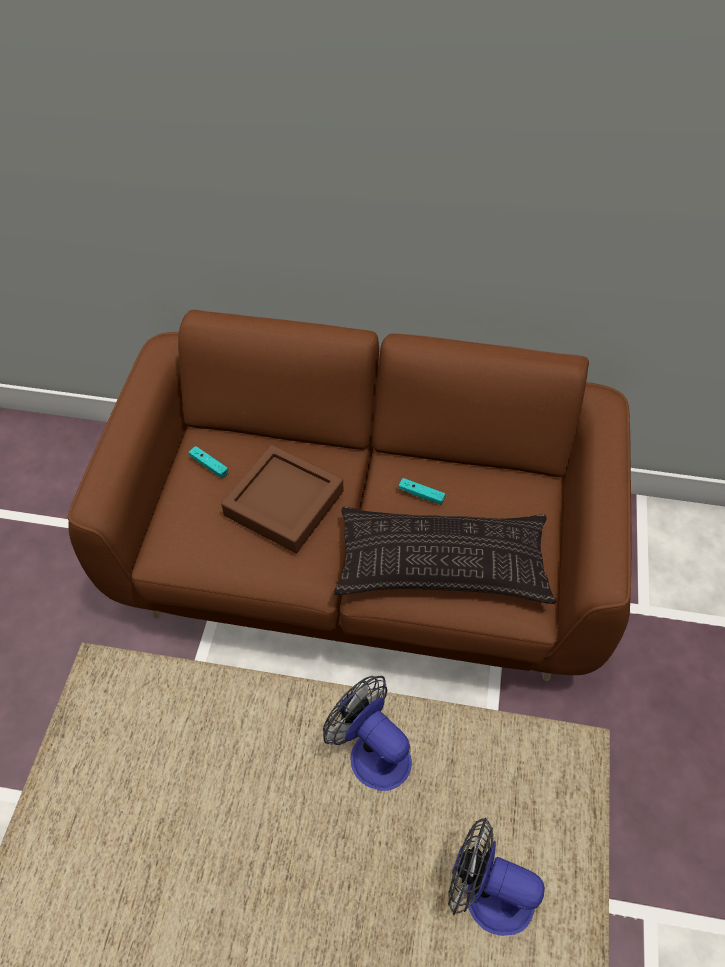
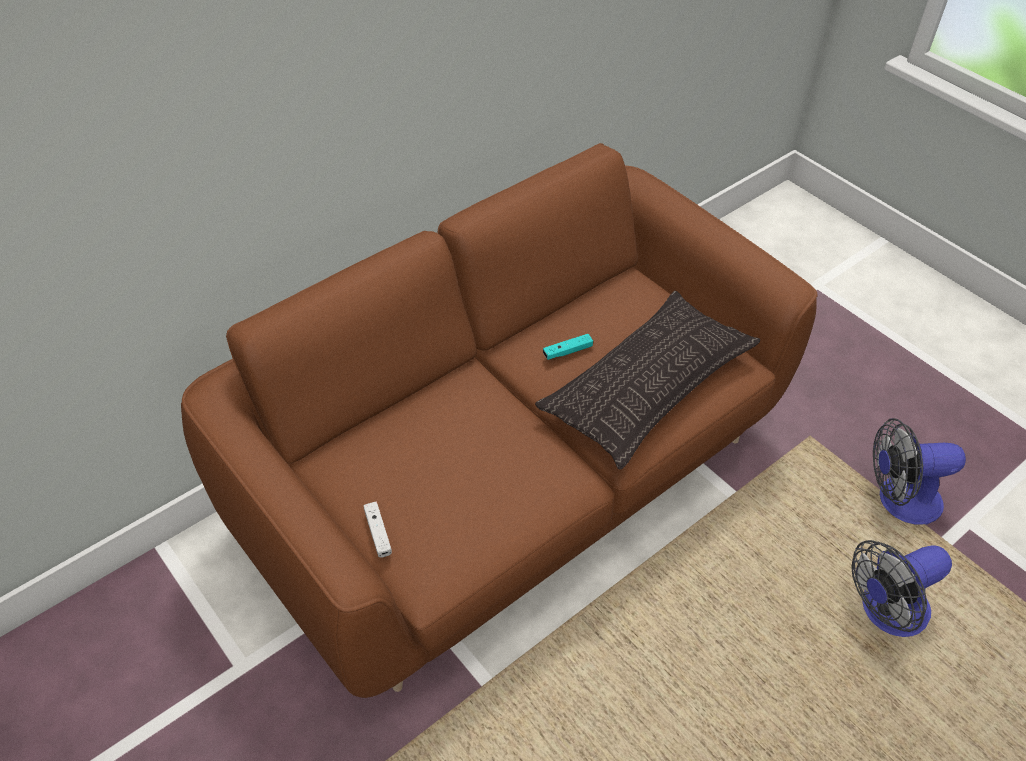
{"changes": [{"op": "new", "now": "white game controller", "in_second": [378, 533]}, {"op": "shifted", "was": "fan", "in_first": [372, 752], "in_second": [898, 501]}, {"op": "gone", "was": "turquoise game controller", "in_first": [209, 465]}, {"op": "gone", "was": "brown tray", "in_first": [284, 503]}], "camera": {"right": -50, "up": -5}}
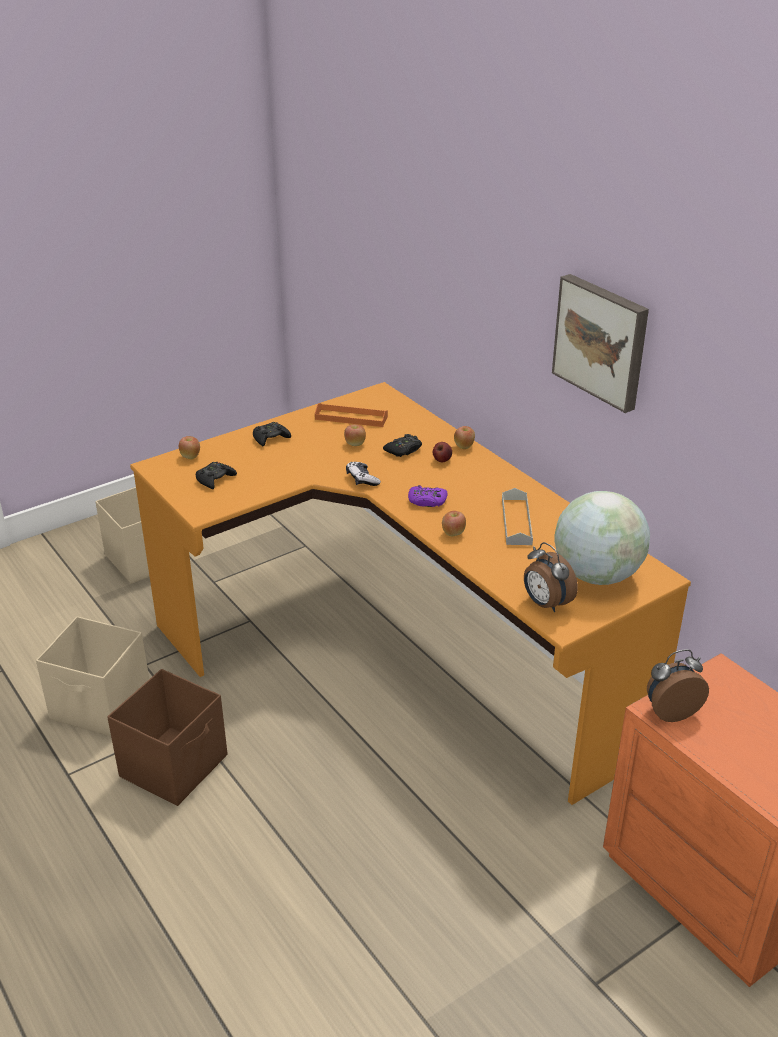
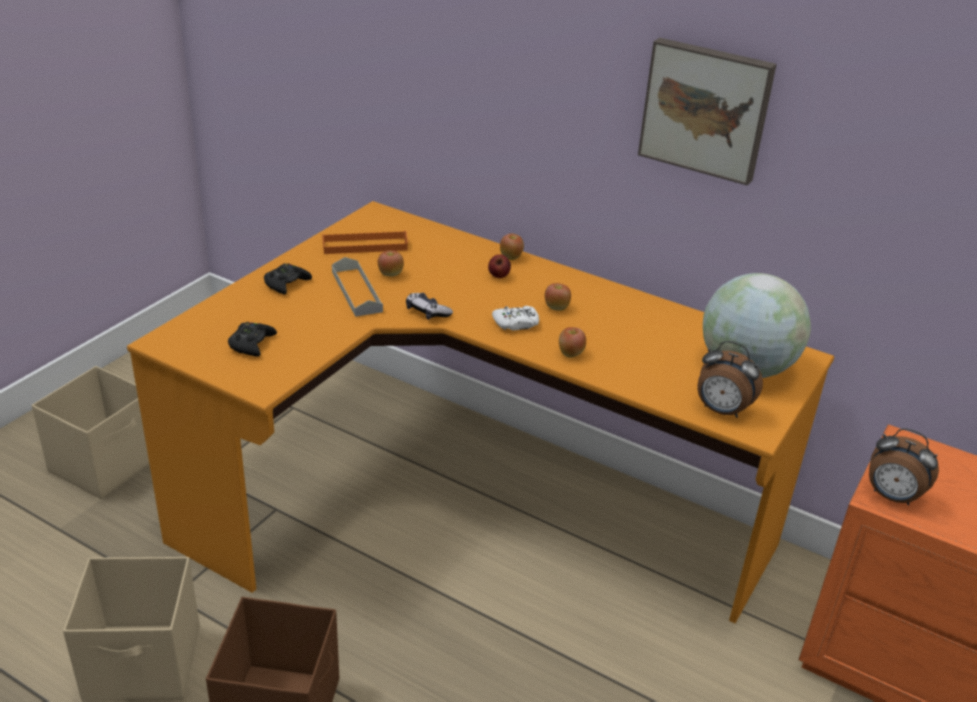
{"changes": [{"op": "shifted", "was": "grey tray", "in_first": [516, 521], "in_second": [356, 291]}, {"op": "repainted", "was": "purple game controller", "now": "white game controller", "in_first": [427, 501], "in_second": [516, 323]}, {"op": "shifted", "was": "apple", "in_first": [190, 457], "in_second": [556, 308]}, {"op": "rotated", "was": "alarm clock", "in_first": [670, 711], "in_second": [891, 497], "clockwise": -105}, {"op": "gone", "was": "black game controller", "in_first": [403, 450]}], "camera": {"right": -25, "up": 0}}
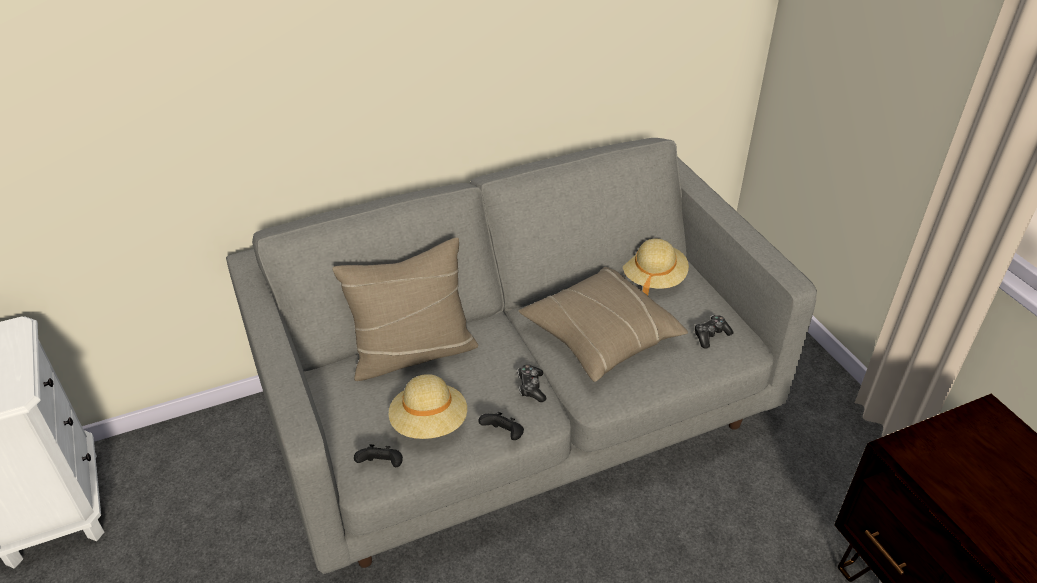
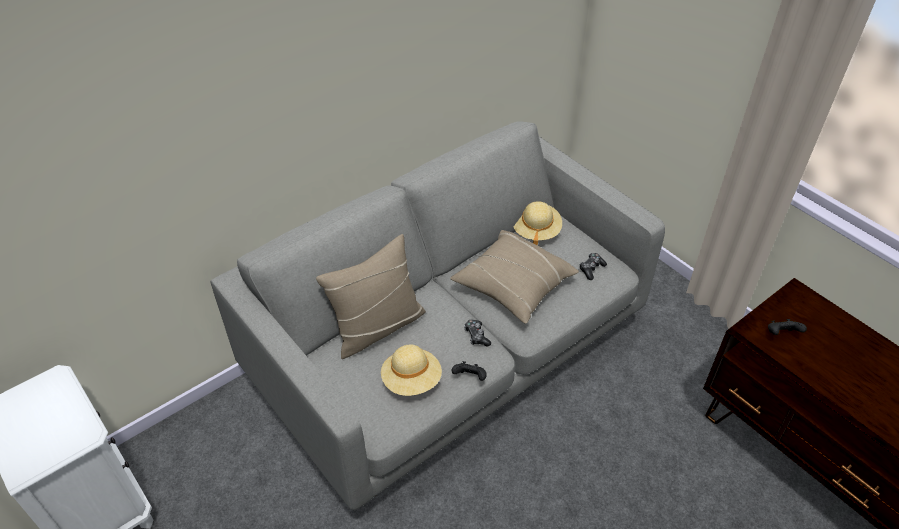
{"changes": [{"op": "shifted", "was": "black game controller", "in_first": [382, 466], "in_second": [781, 334]}], "camera": {"right": -15, "up": 5}}
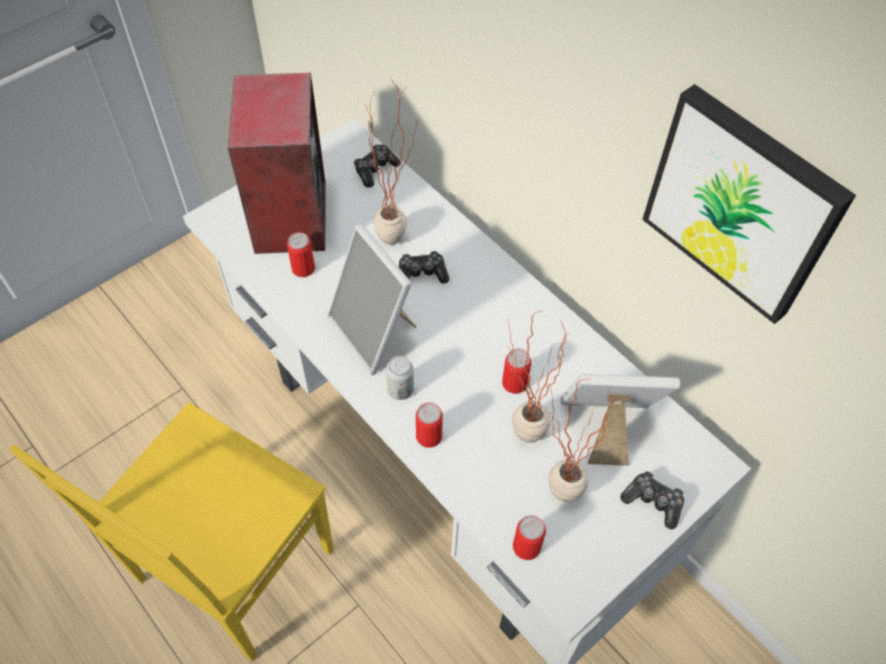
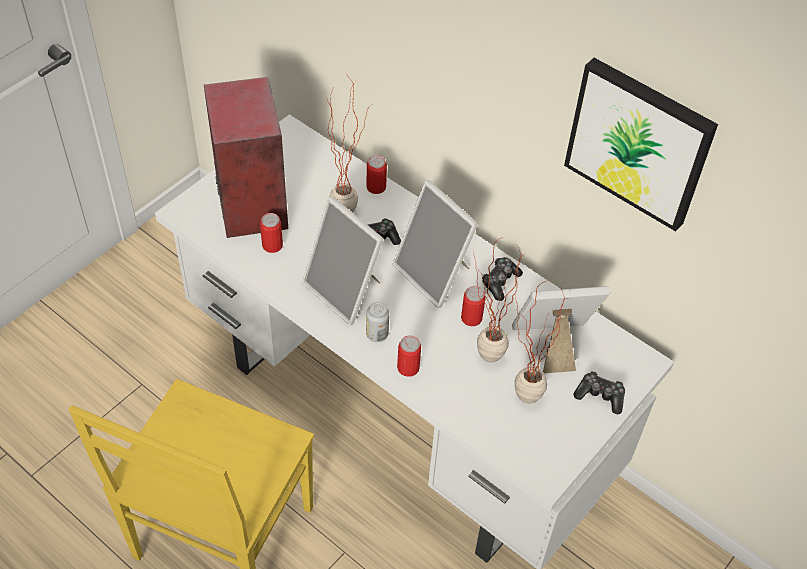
{"changes": [{"op": "shifted", "was": "can", "in_first": [526, 547], "in_second": [376, 187]}, {"op": "new", "now": "picture frame", "in_second": [435, 275]}, {"op": "shifted", "was": "game controller", "in_first": [375, 170], "in_second": [500, 282]}], "camera": {"right": -10, "up": -5}}
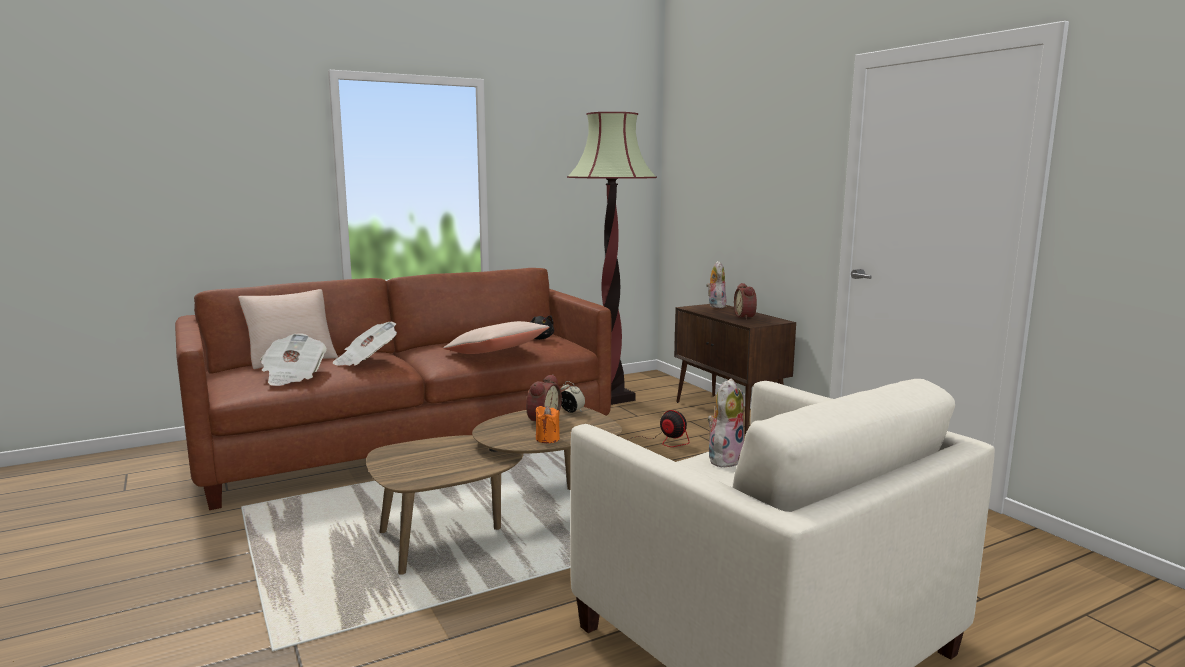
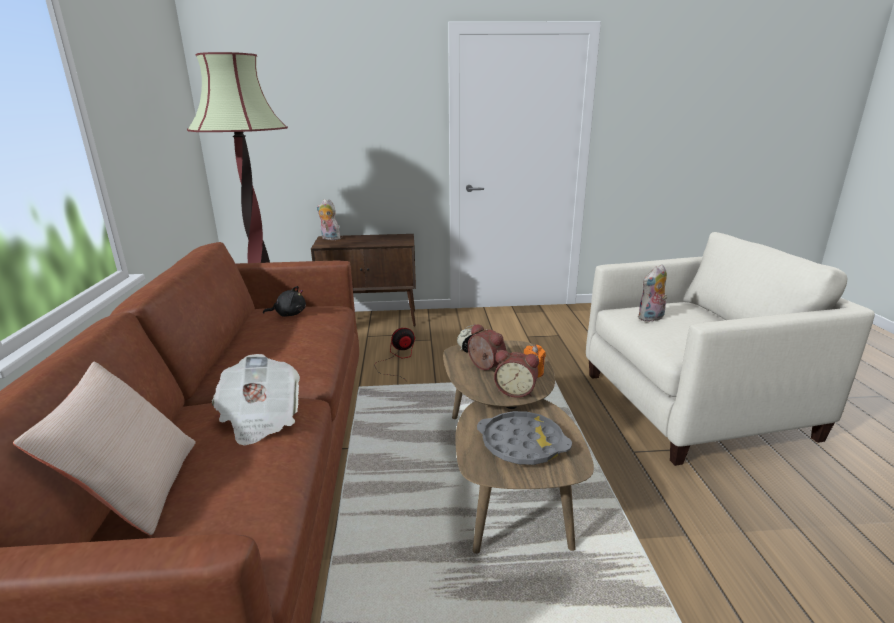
{"changes": [{"op": "new", "now": "grey tray", "in_second": [522, 444]}, {"op": "shifted", "was": "alarm clock", "in_first": [746, 317], "in_second": [516, 391]}, {"op": "rotated", "was": "plush toy", "in_first": [724, 459], "in_second": [651, 318], "clockwise": -90}, {"op": "gone", "was": "newspaper", "in_first": [293, 376]}, {"op": "gone", "was": "beige pillow", "in_first": [496, 353]}], "camera": {"right": -65, "up": 10}}
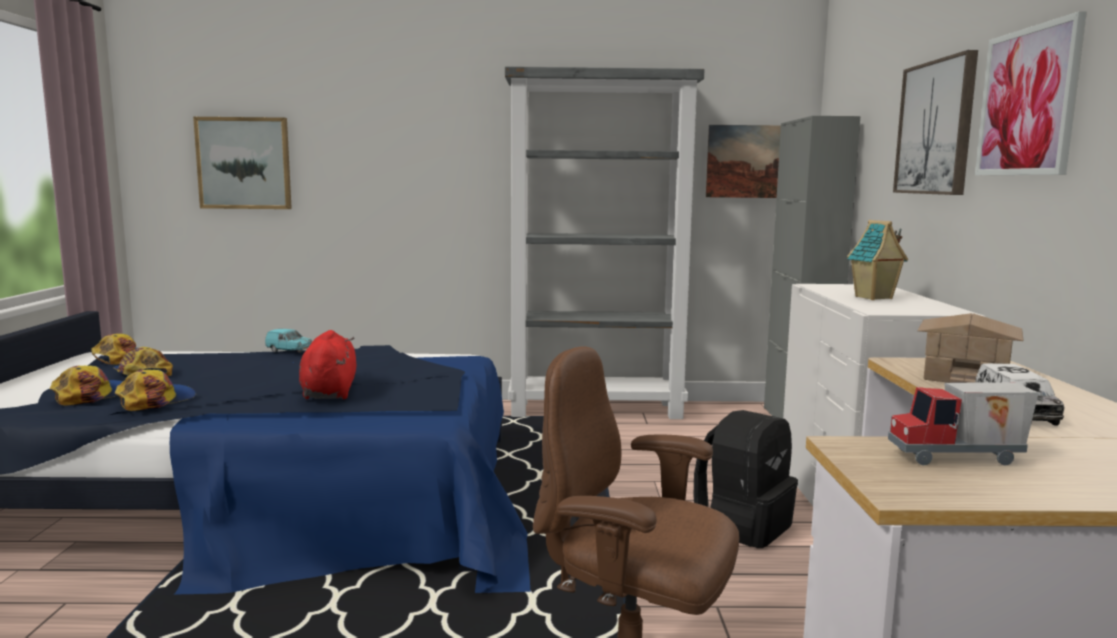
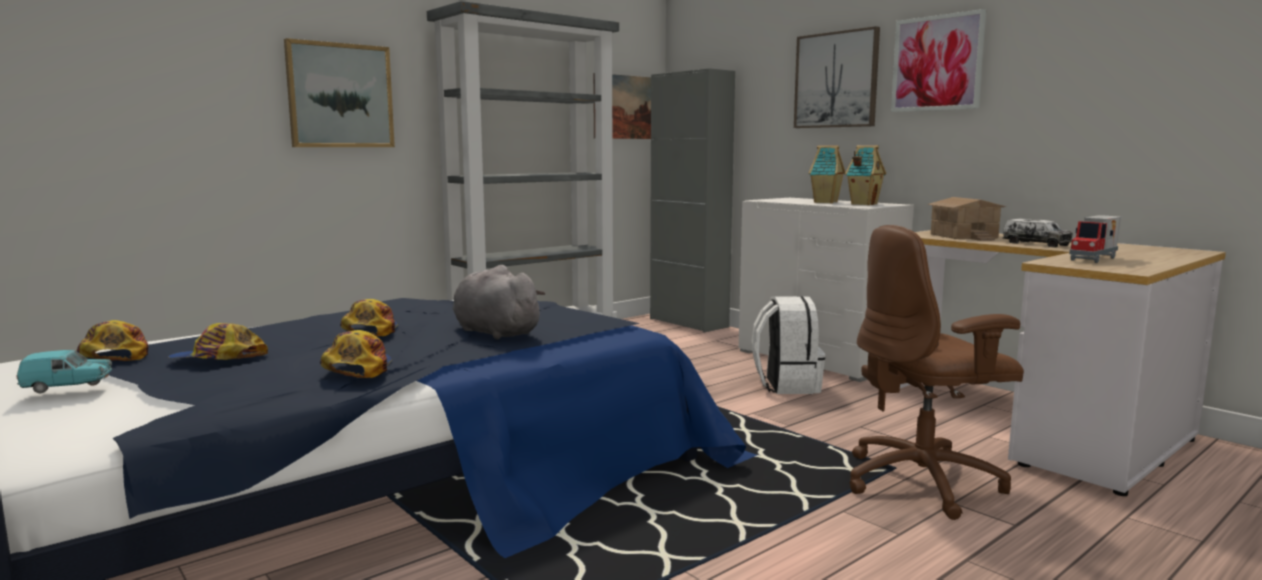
{"changes": [{"op": "shifted", "was": "turquoise toy car", "in_first": [289, 351], "in_second": [68, 387]}, {"op": "shifted", "was": "picture", "in_first": [244, 163], "in_second": [340, 96]}, {"op": "shifted", "was": "cap", "in_first": [92, 395], "in_second": [370, 330]}, {"op": "repainted", "was": "red plush toy", "now": "grey plush toy", "in_first": [329, 392], "in_second": [494, 333]}, {"op": "repainted", "was": "black backpack", "now": "white backpack", "in_first": [743, 526], "in_second": [786, 385]}, {"op": "new", "now": "toy house", "in_second": [863, 204]}], "camera": {"right": -40, "up": 0}}
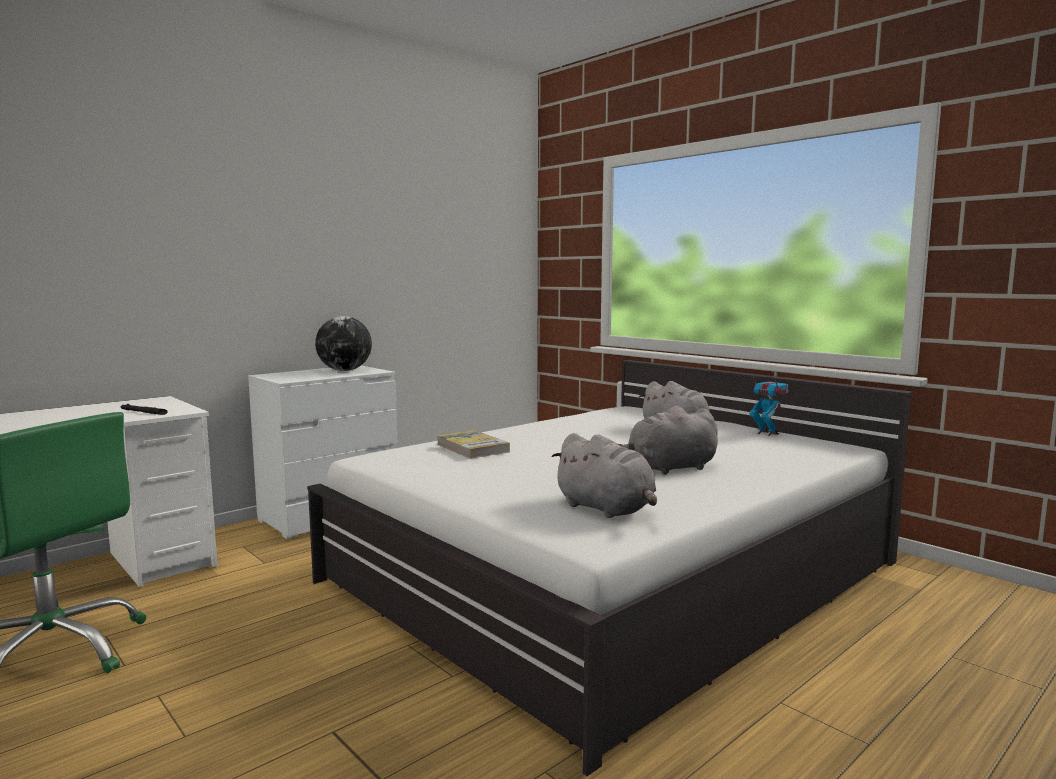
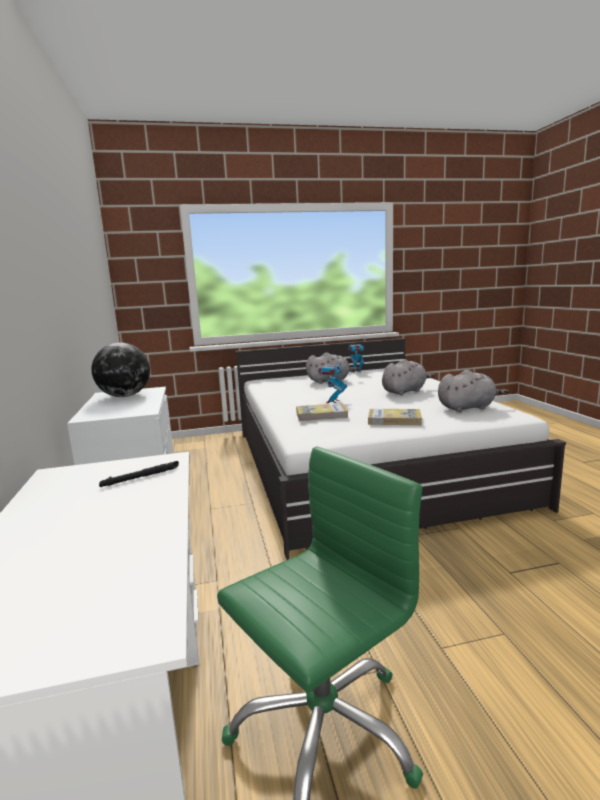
{"changes": [{"op": "new", "now": "toy robot", "in_second": [332, 401]}, {"op": "new", "now": "book", "in_second": [394, 420]}, {"op": "rotated", "was": "grey plush toy", "in_first": [669, 468], "in_second": [405, 391], "clockwise": -135}], "camera": {"right": -60, "up": 5}}
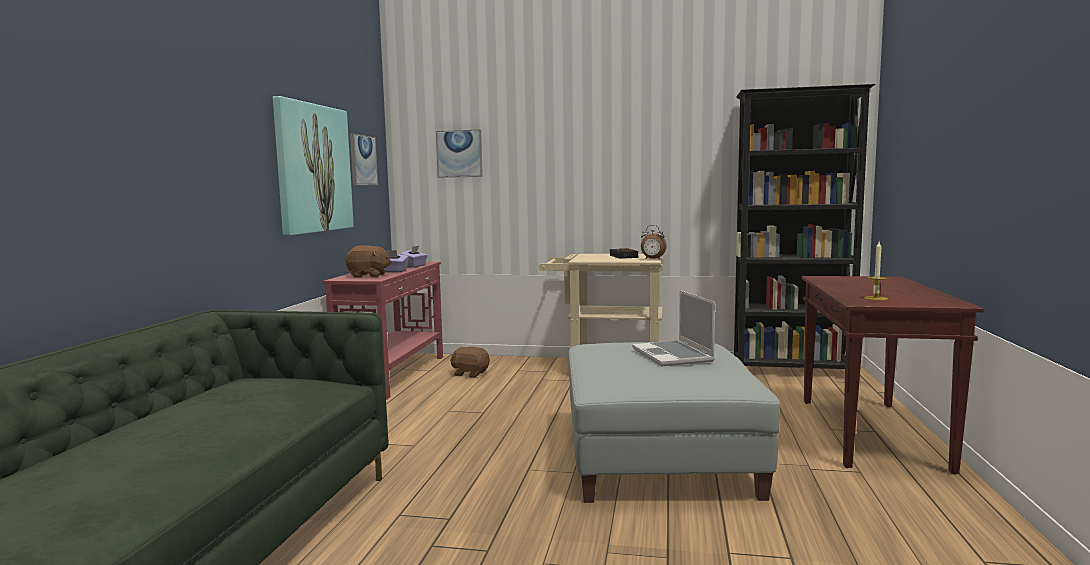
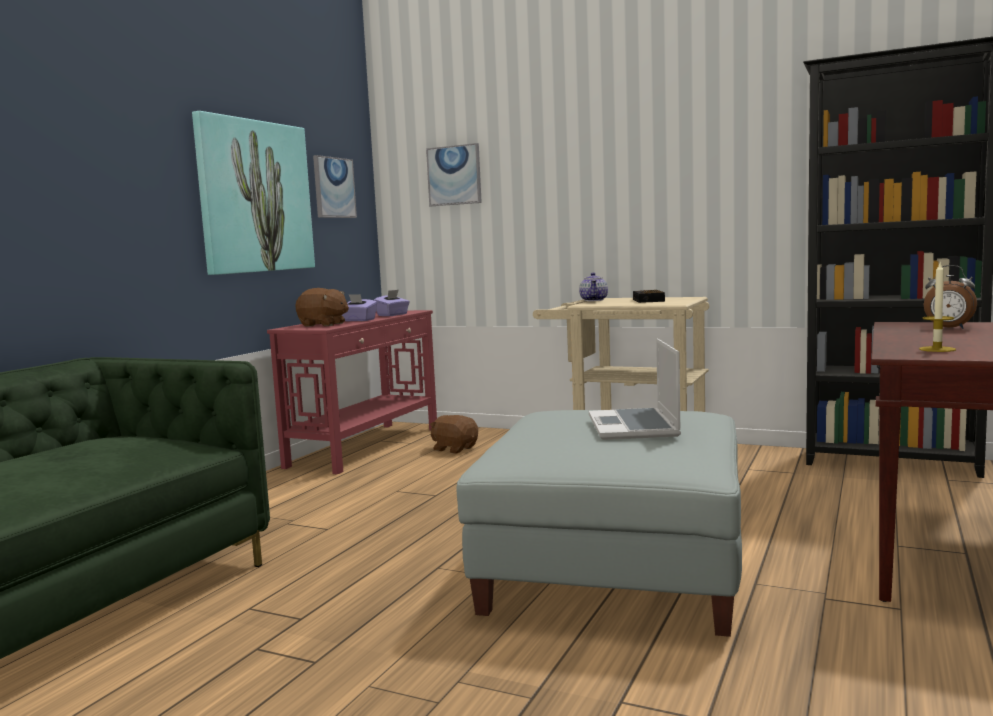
{"changes": [{"op": "new", "now": "teapot", "in_second": [594, 300]}, {"op": "shifted", "was": "alarm clock", "in_first": [652, 259], "in_second": [948, 328]}], "camera": {"right": 15, "up": 0}}
